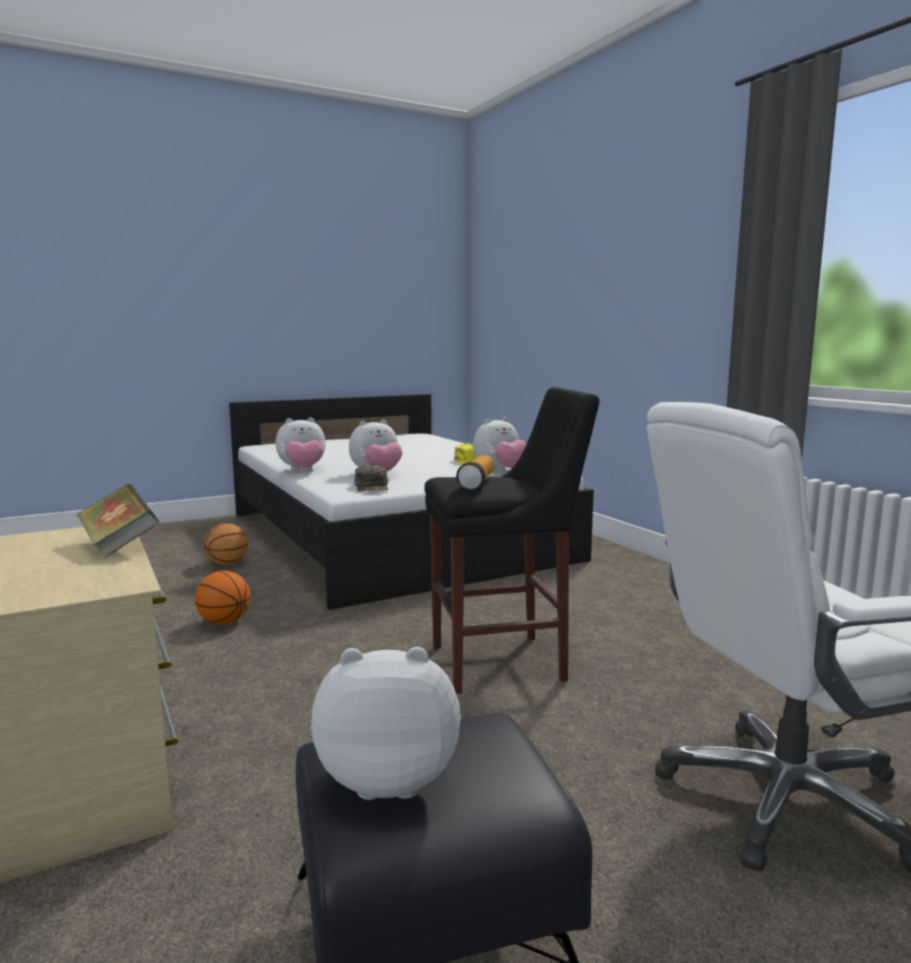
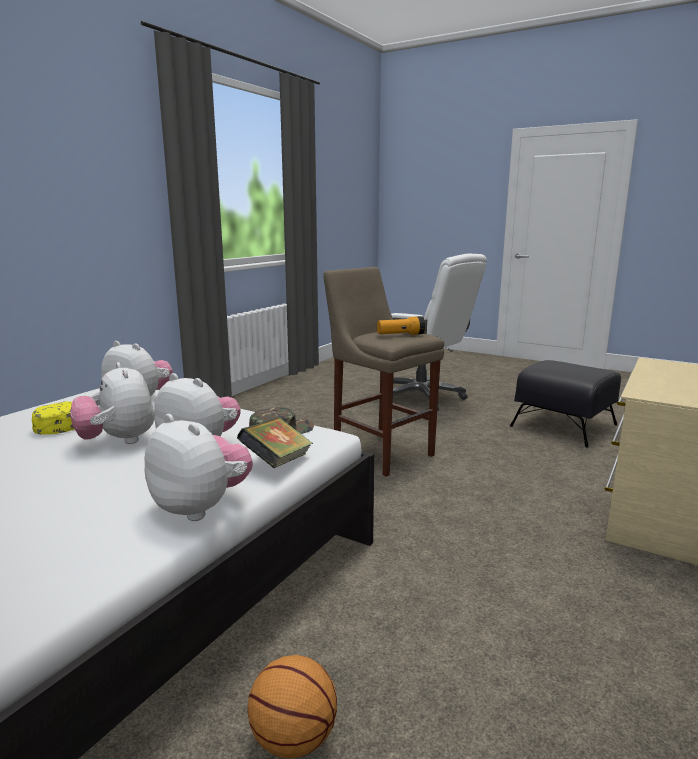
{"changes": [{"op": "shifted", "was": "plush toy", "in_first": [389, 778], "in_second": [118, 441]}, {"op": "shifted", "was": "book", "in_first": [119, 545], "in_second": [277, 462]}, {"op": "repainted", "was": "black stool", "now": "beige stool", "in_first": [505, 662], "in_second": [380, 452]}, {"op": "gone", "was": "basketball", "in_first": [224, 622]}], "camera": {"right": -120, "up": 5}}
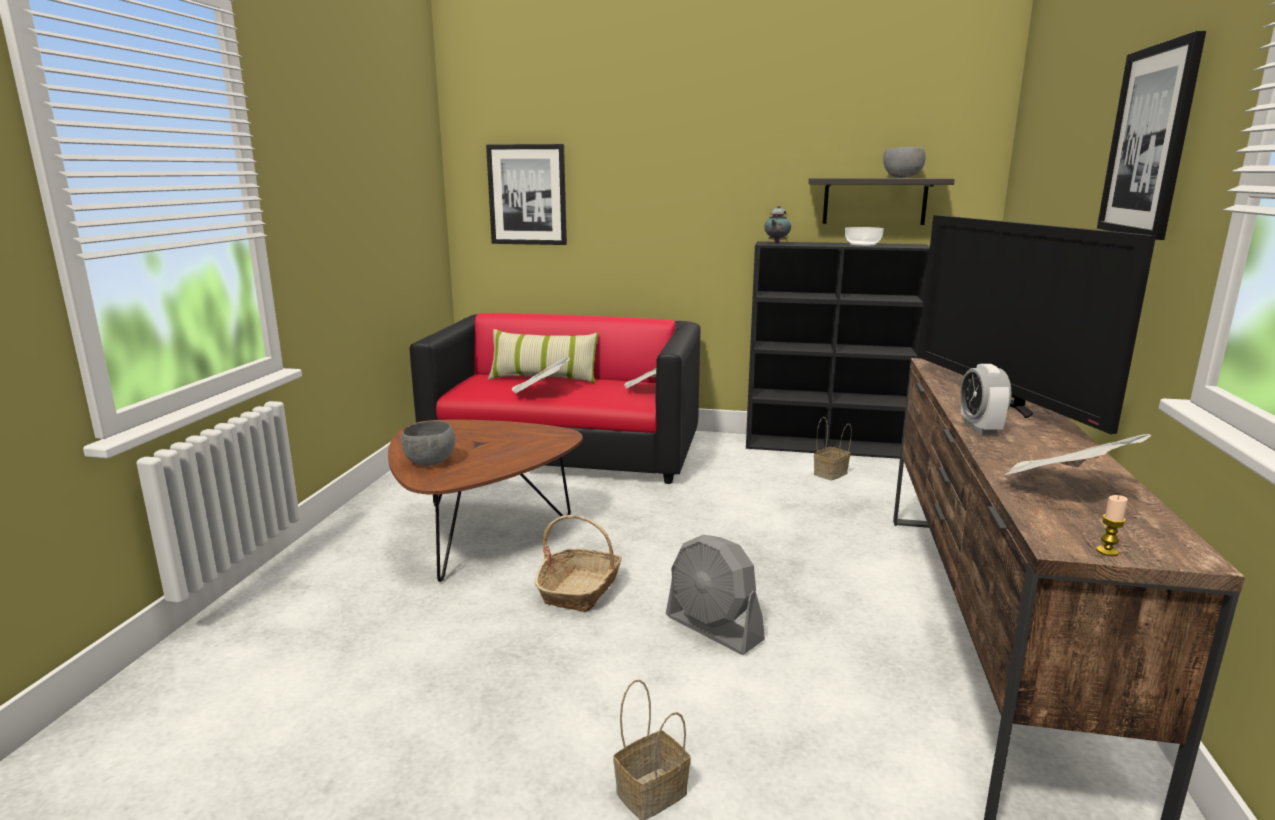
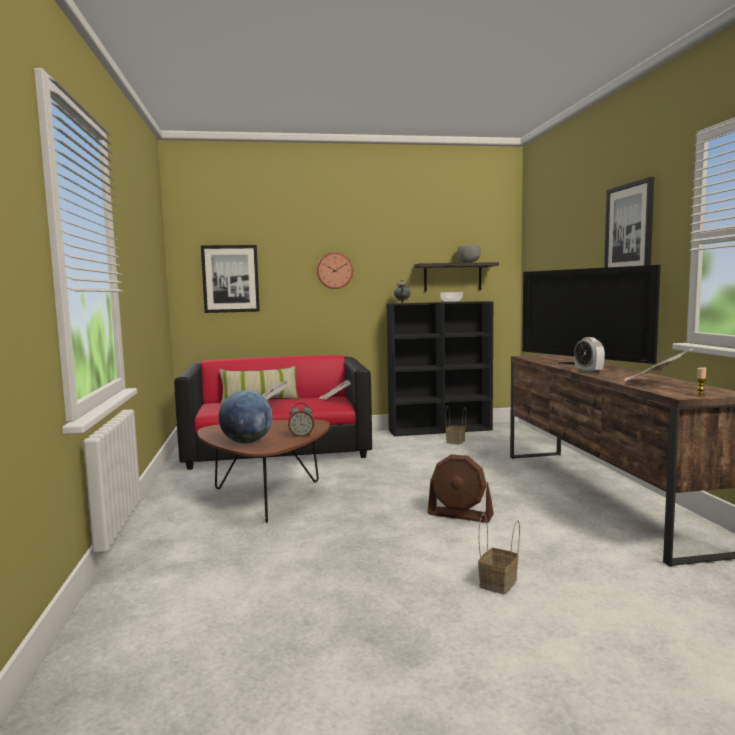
{"changes": [{"op": "swapped", "was": "grey bowl", "now": "globe", "in_first": [430, 463], "in_second": [246, 442]}, {"op": "new", "now": "alarm clock", "in_second": [301, 436]}, {"op": "new", "now": "wall clock", "in_second": [334, 270]}, {"op": "repainted", "was": "grey fan", "now": "brown fan", "in_first": [713, 628], "in_second": [460, 515]}, {"op": "gone", "was": "basket", "in_first": [580, 589]}], "camera": {"right": -20, "up": -10}}
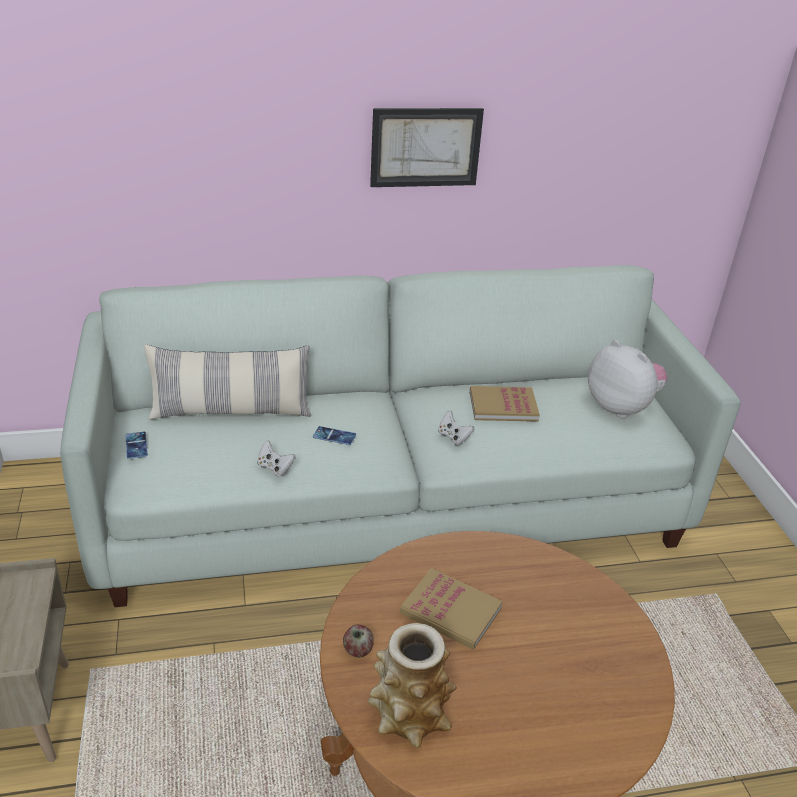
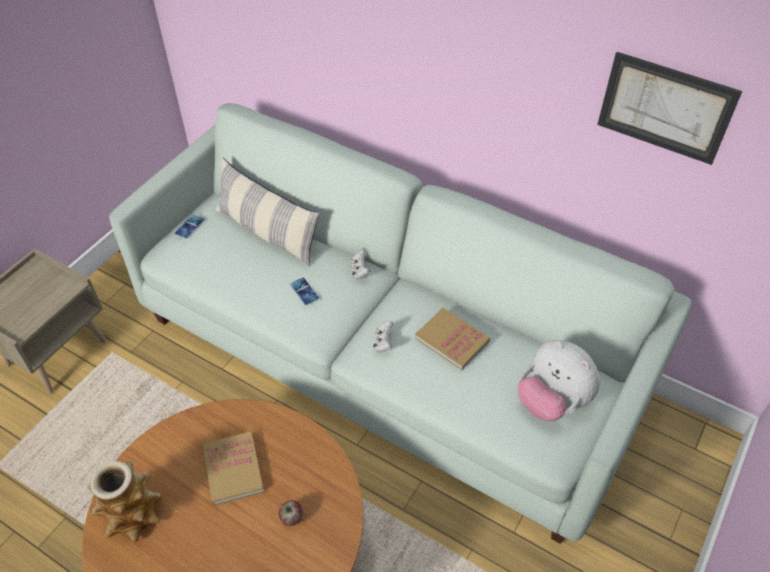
{"changes": [{"op": "shifted", "was": "apple", "in_first": [357, 650], "in_second": [291, 518]}, {"op": "shifted", "was": "white game controller", "in_first": [275, 468], "in_second": [359, 271]}, {"op": "rotated", "was": "plush toy", "in_first": [621, 407], "in_second": [552, 401], "clockwise": 135}, {"op": "shifted", "was": "picture", "in_first": [425, 147], "in_second": [665, 107]}], "camera": {"right": 45, "up": 15}}
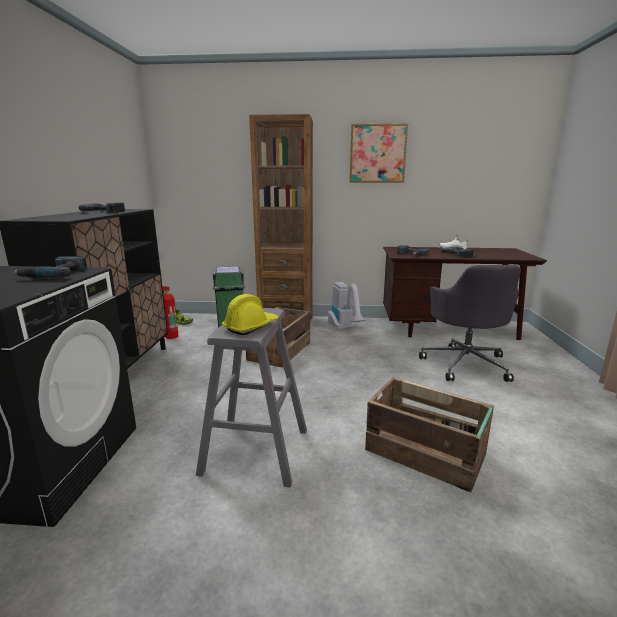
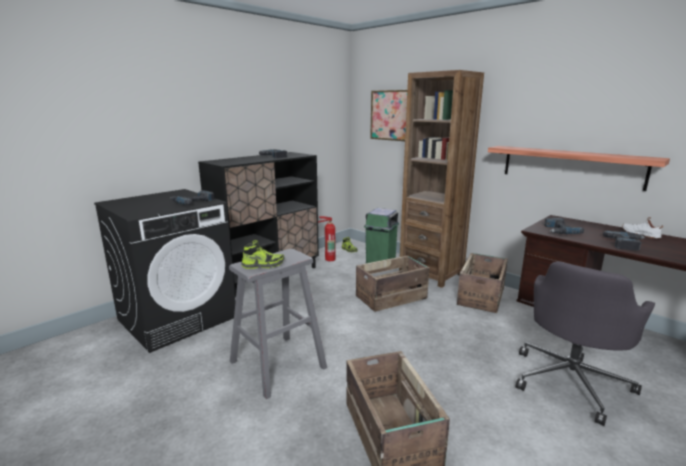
{"changes": [{"op": "swapped", "was": "yellow hard hat", "now": "shoe", "in_first": [250, 327], "in_second": [263, 265]}, {"op": "shifted", "was": "picture", "in_first": [377, 153], "in_second": [391, 115]}, {"op": "swapped", "was": "vacuum cleaner", "now": "crate", "in_first": [345, 328], "in_second": [481, 296]}, {"op": "new", "now": "shelf", "in_second": [570, 166]}], "camera": {"right": 40, "up": 0}}
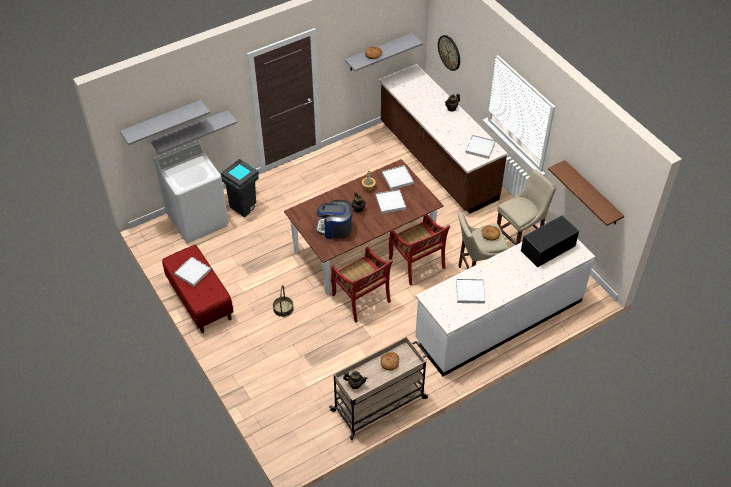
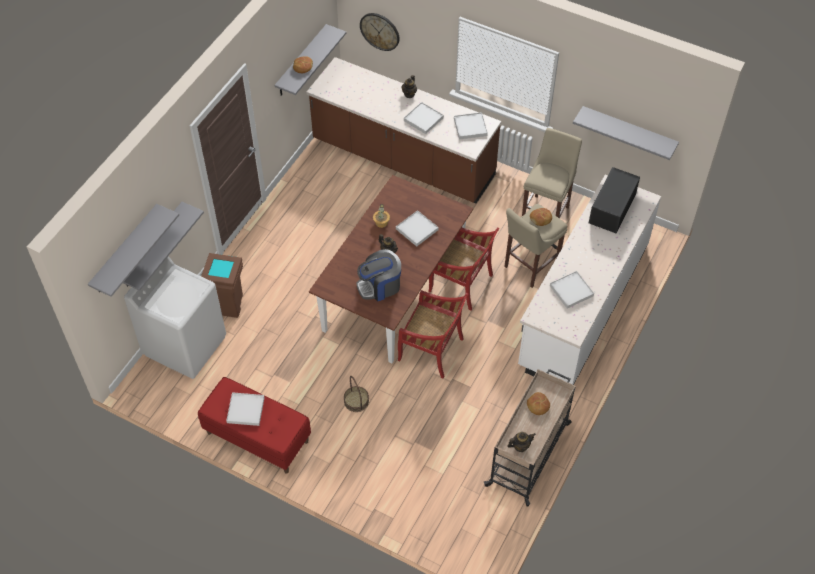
{"changes": [{"op": "repainted", "was": "grey trash can", "now": "brown trash can", "in_first": [245, 206], "in_second": [229, 305]}, {"op": "shifted", "was": "white tray", "in_first": [397, 178], "in_second": [423, 119]}, {"op": "repainted", "was": "brown shelf", "now": "grey shelf", "in_first": [592, 193], "in_second": [628, 131]}], "camera": {"right": -30, "up": 5}}
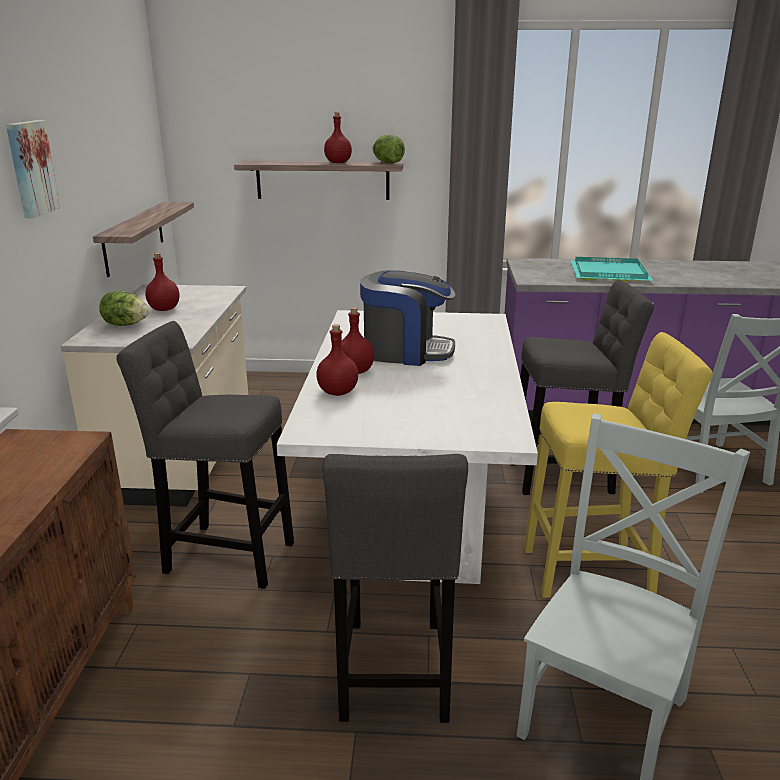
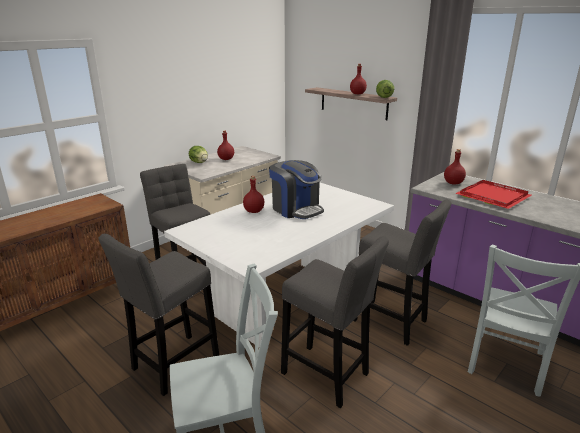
{"changes": [{"op": "repainted", "was": "yellow stool", "now": "grey stool", "in_first": [594, 570], "in_second": [328, 376]}, {"op": "shifted", "was": "red bottle", "in_first": [338, 392], "in_second": [453, 183]}, {"op": "repainted", "was": "turquoise tray", "now": "red tray", "in_first": [610, 272], "in_second": [494, 196]}, {"op": "gone", "was": "picture", "in_first": [30, 168]}, {"op": "gone", "was": "shelf", "in_first": [134, 237]}], "camera": {"right": 40, "up": 0}}
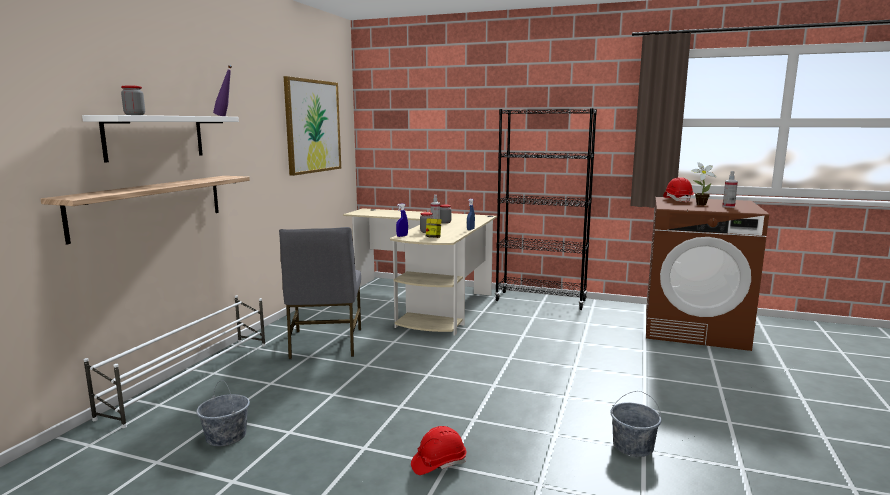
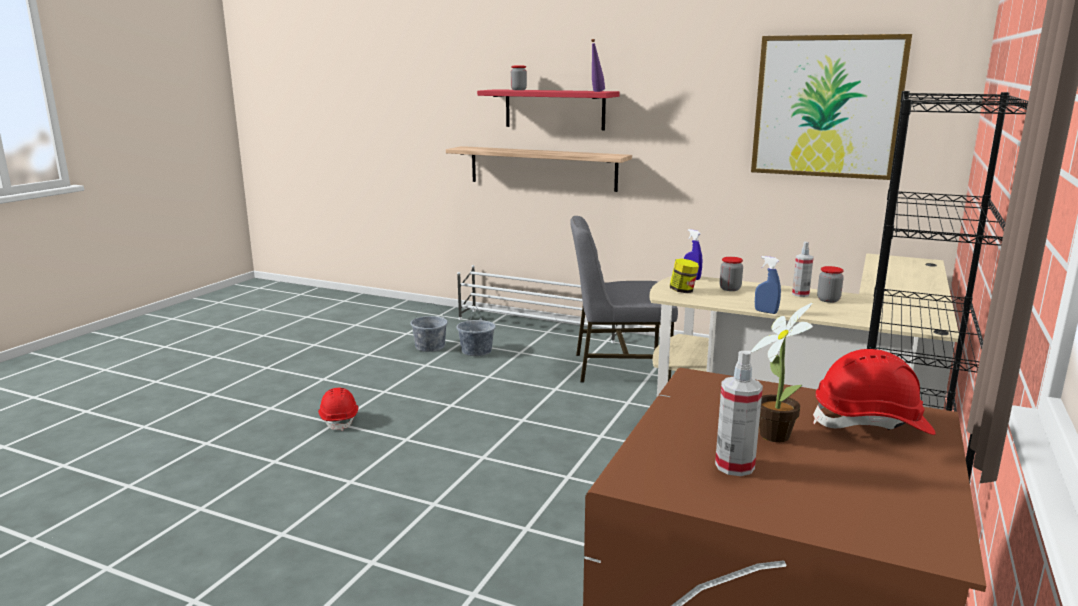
{"changes": [{"op": "shifted", "was": "grey bucket", "in_first": [633, 446], "in_second": [476, 351]}, {"op": "repainted", "was": "white shelf", "now": "red shelf", "in_first": [155, 137], "in_second": [554, 109]}], "camera": {"right": 95, "up": 5}}
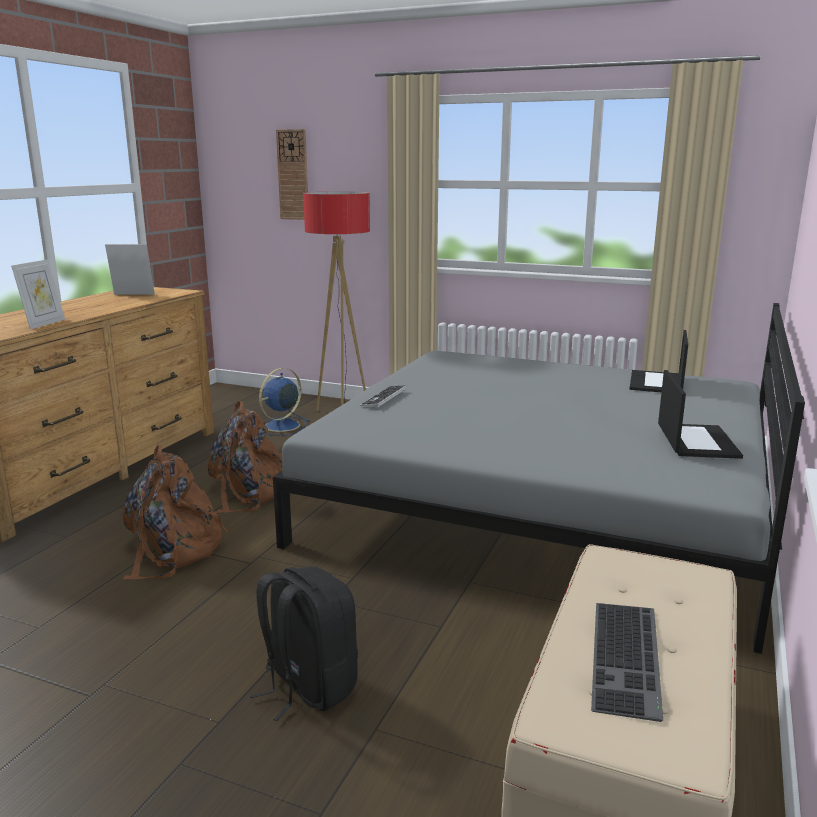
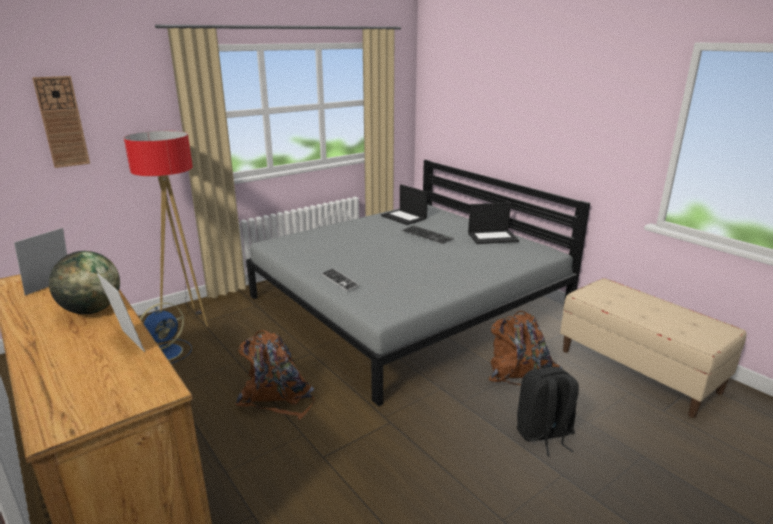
{"changes": [{"op": "new", "now": "globe", "in_second": [92, 310]}, {"op": "rotated", "was": "blue fan", "in_first": [281, 426], "in_second": [167, 352], "clockwise": -120}, {"op": "shifted", "was": "keyboard", "in_first": [629, 658], "in_second": [428, 234]}, {"op": "rotated", "was": "laptop", "in_first": [696, 441], "in_second": [493, 237], "clockwise": 135}, {"op": "shifted", "was": "brown backpack", "in_first": [172, 550], "in_second": [522, 374]}], "camera": {"right": -60, "up": 5}}
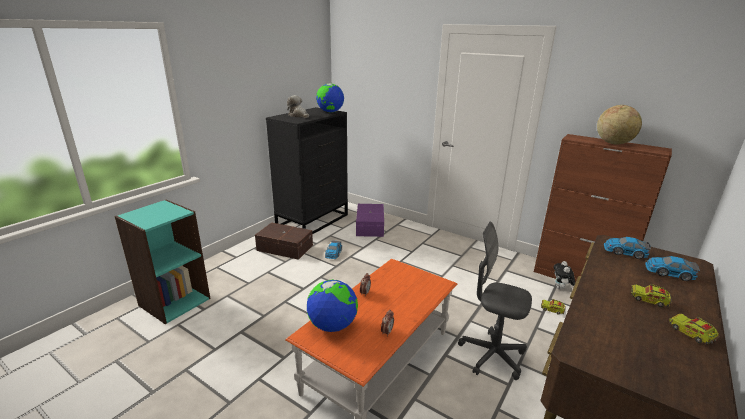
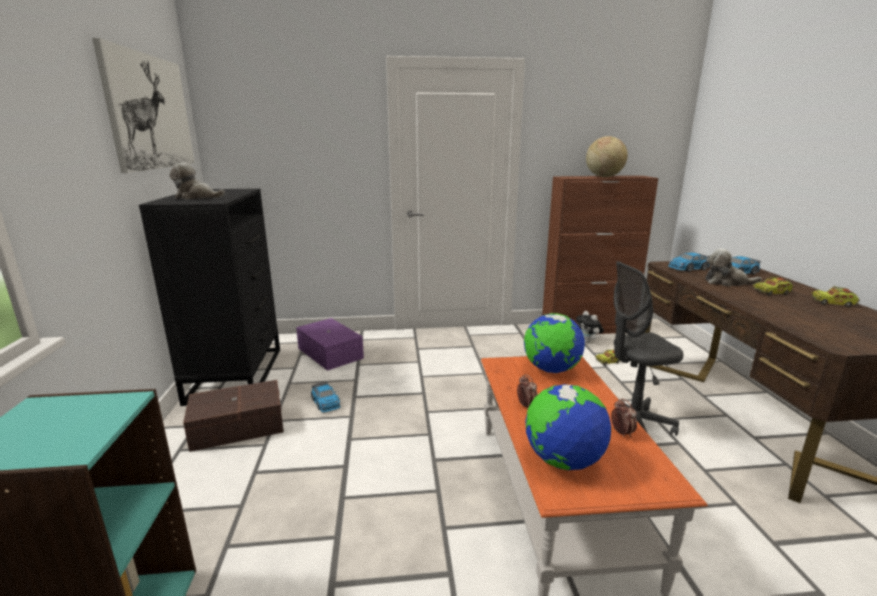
{"changes": [{"op": "new", "now": "picture", "in_second": [150, 112]}, {"op": "shifted", "was": "globe", "in_first": [330, 112], "in_second": [551, 370]}, {"op": "new", "now": "plush toy", "in_second": [726, 282]}], "camera": {"right": -40, "up": -5}}
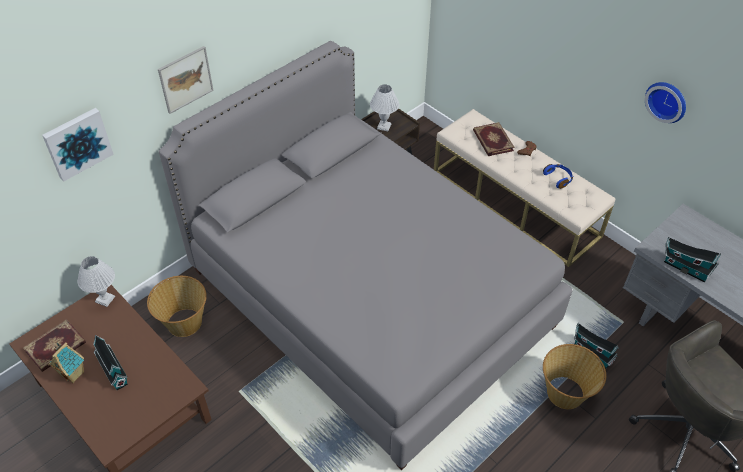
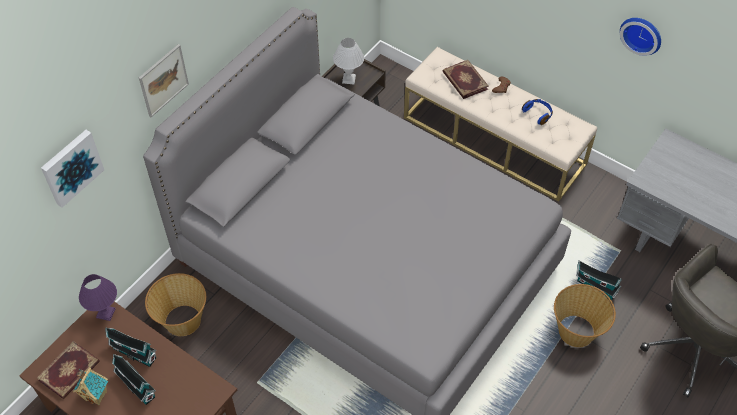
{"changes": [{"op": "repainted", "was": "white table lamp", "now": "purple table lamp", "in_first": [105, 299], "in_second": [106, 313]}, {"op": "shifted", "was": "toy house", "in_first": [684, 267], "in_second": [133, 352]}], "camera": {"right": -10, "up": 5}}
